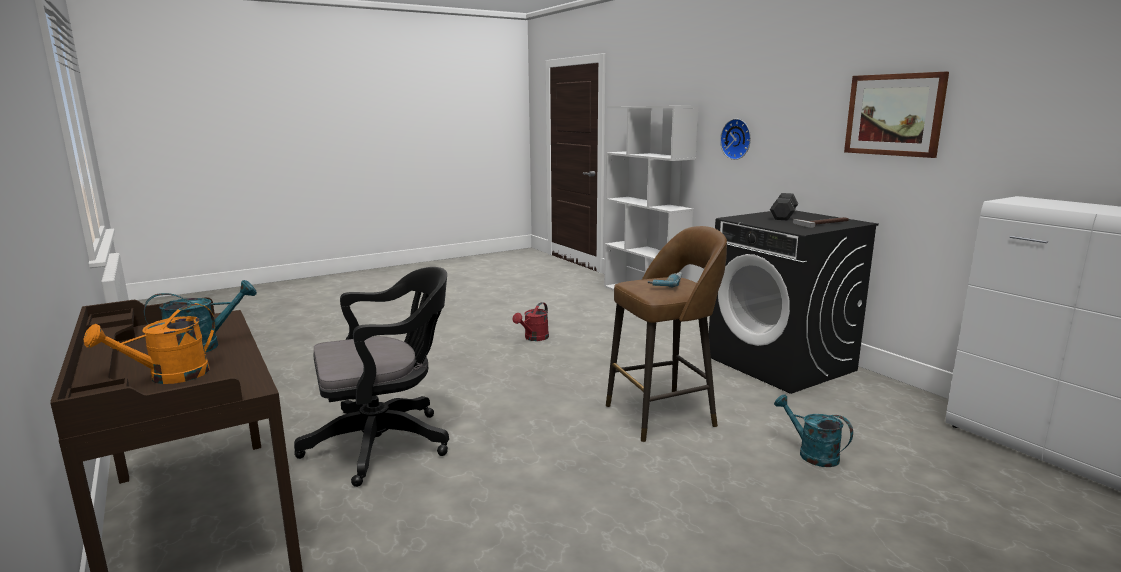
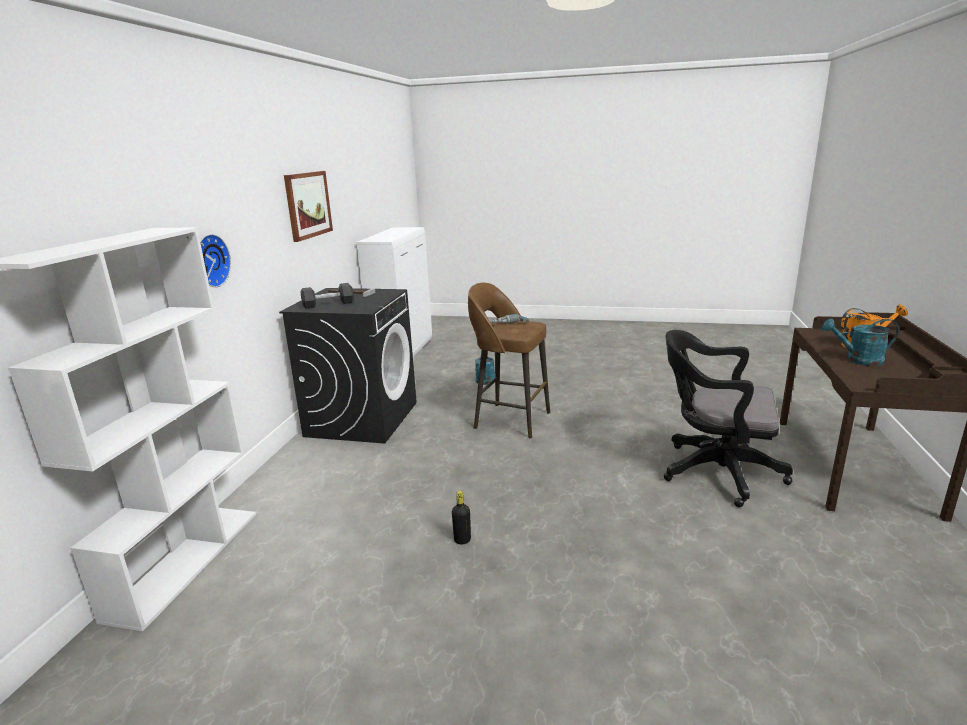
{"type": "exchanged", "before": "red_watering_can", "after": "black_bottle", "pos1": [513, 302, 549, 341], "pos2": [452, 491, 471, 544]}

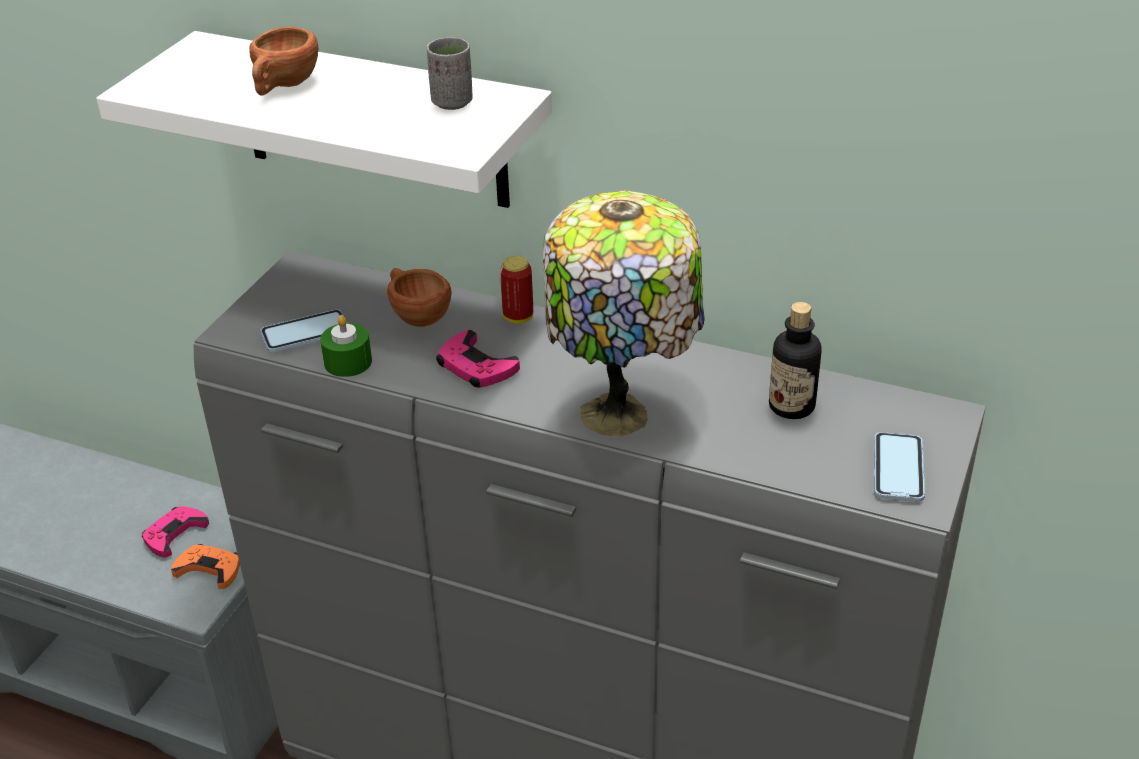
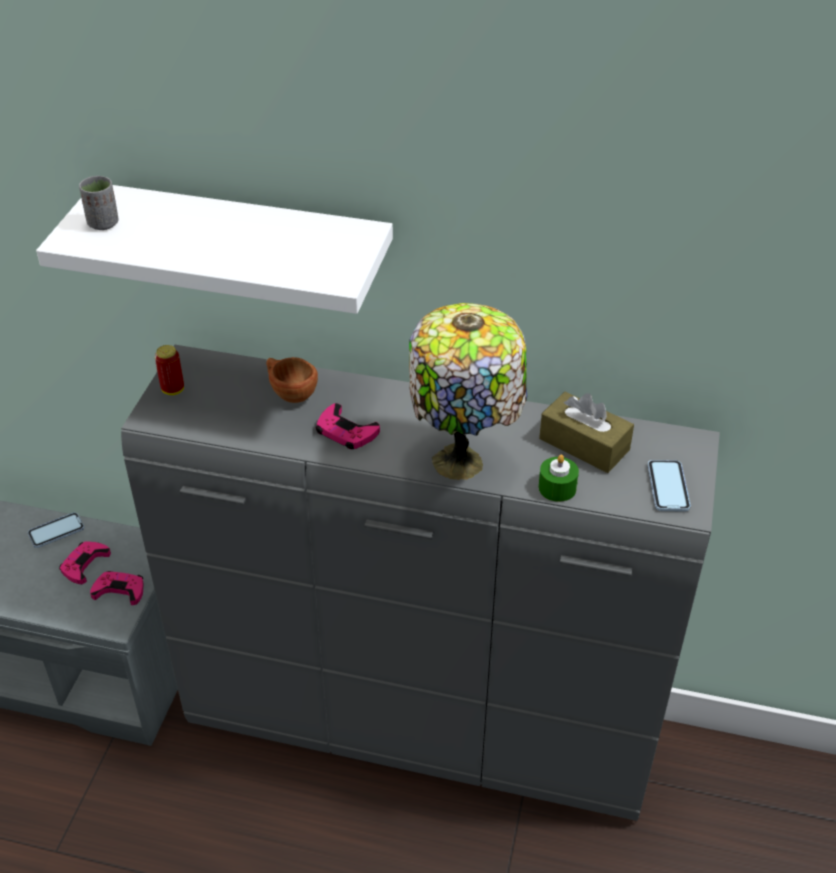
{"type": "missing", "before": "brown_cup", "pos1": [249, 27, 318, 95]}
{"type": "relocated", "before": "grey_cup", "pos1": [427, 37, 473, 110], "pos2": [79, 176, 118, 230]}
{"type": "relocated", "before": "can", "pos1": [500, 256, 533, 324], "pos2": [155, 345, 184, 395]}
{"type": "exchanged", "before": "bottle", "after": "brown_tissue_box", "pos1": [769, 302, 821, 419], "pos2": [539, 392, 634, 473]}
{"type": "relocated", "before": "phone", "pos1": [260, 309, 347, 353], "pos2": [28, 513, 84, 548]}
{"type": "relocated", "before": "green_candle", "pos1": [320, 315, 372, 377], "pos2": [538, 454, 579, 502]}
{"type": "colour", "before": "orange_game_controller", "after": "pink_game_controller", "pos1": [171, 544, 240, 589], "pos2": [90, 571, 144, 605]}

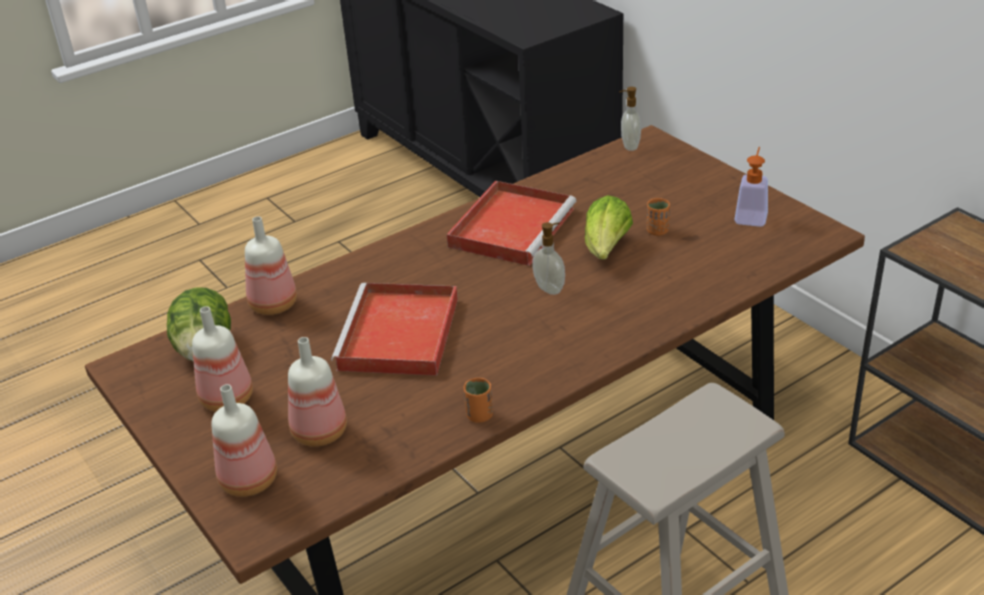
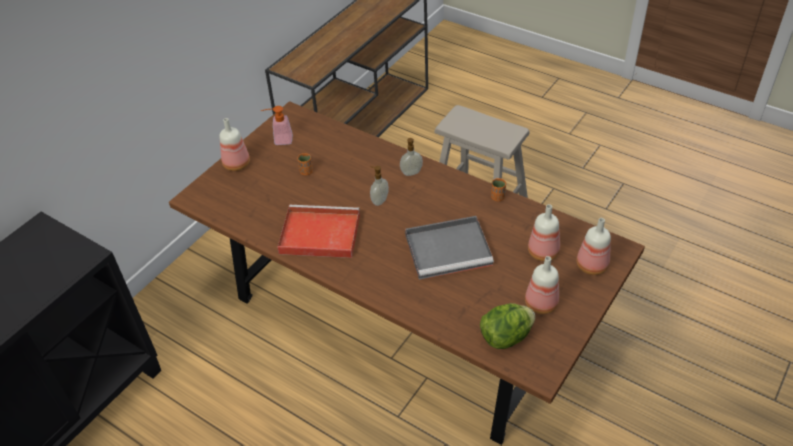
{"type": "relocated", "before": "soap_dispenser", "pos1": [619, 87, 641, 151], "pos2": [400, 138, 423, 176]}
{"type": "missing", "before": "lettuce", "pos1": [585, 195, 633, 260]}
{"type": "relocated", "before": "bottle", "pos1": [245, 216, 297, 315], "pos2": [219, 118, 250, 171]}
{"type": "colour", "before": "red_tray", "after": "grey_tray", "pos1": [331, 283, 458, 376], "pos2": [405, 216, 494, 280]}

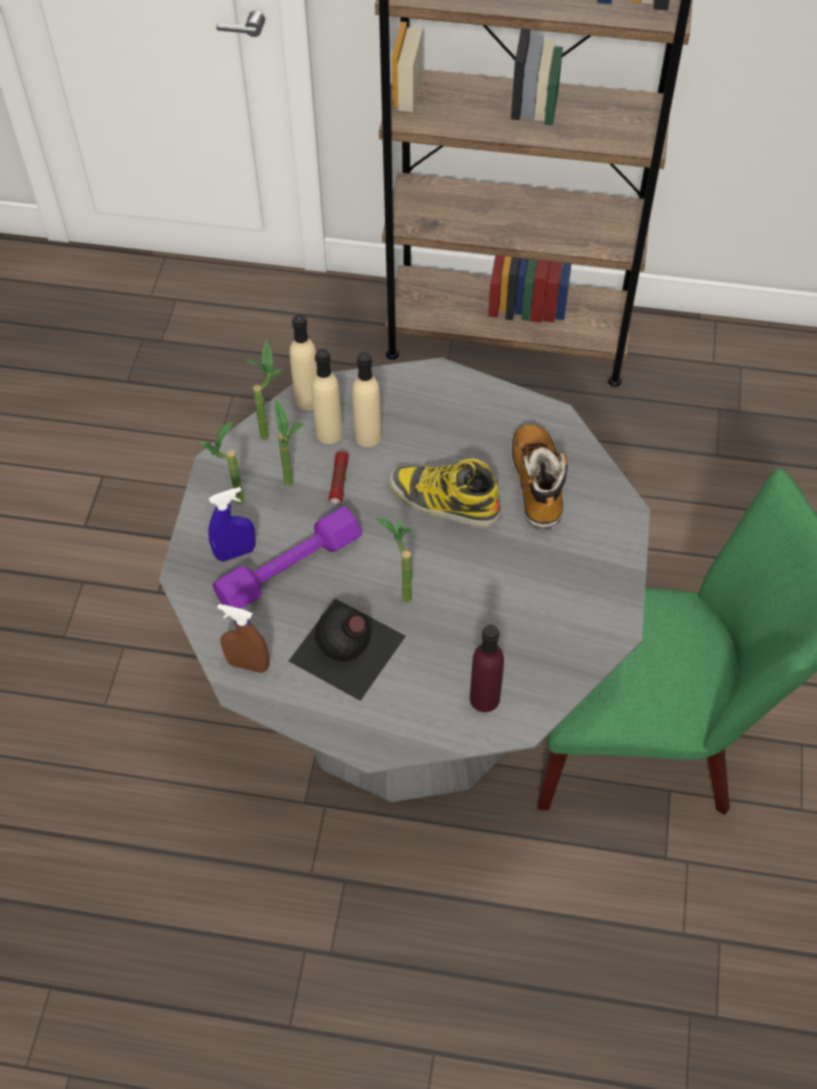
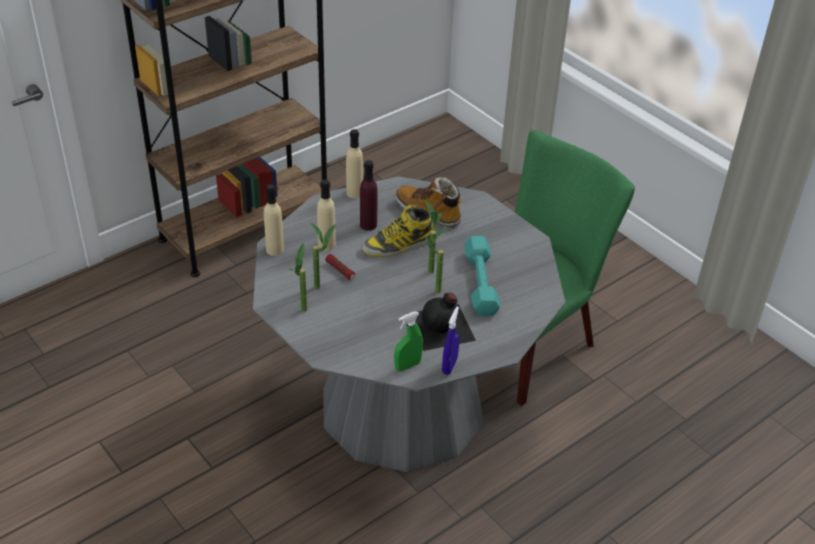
{"type": "relocated", "before": "potted_plant", "pos1": [246, 340, 283, 440], "pos2": [425, 200, 441, 273]}
{"type": "relocated", "before": "beige_bottle", "pos1": [312, 349, 343, 444], "pos2": [346, 129, 363, 198]}
{"type": "relocated", "before": "blue_spray_bottle", "pos1": [208, 487, 256, 562], "pos2": [442, 307, 459, 375]}
{"type": "missing", "before": "purple_dumbbell", "pos1": [212, 506, 362, 609]}
{"type": "colour", "before": "brown_spray_bottle", "after": "green_spray_bottle", "pos1": [217, 604, 269, 673], "pos2": [394, 311, 423, 371]}
{"type": "relocated", "before": "purple_bottle", "pos1": [470, 625, 504, 712], "pos2": [360, 160, 378, 231]}
{"type": "appeared", "after": "turquoise_dumbbell", "pos2": [464, 236, 500, 316]}

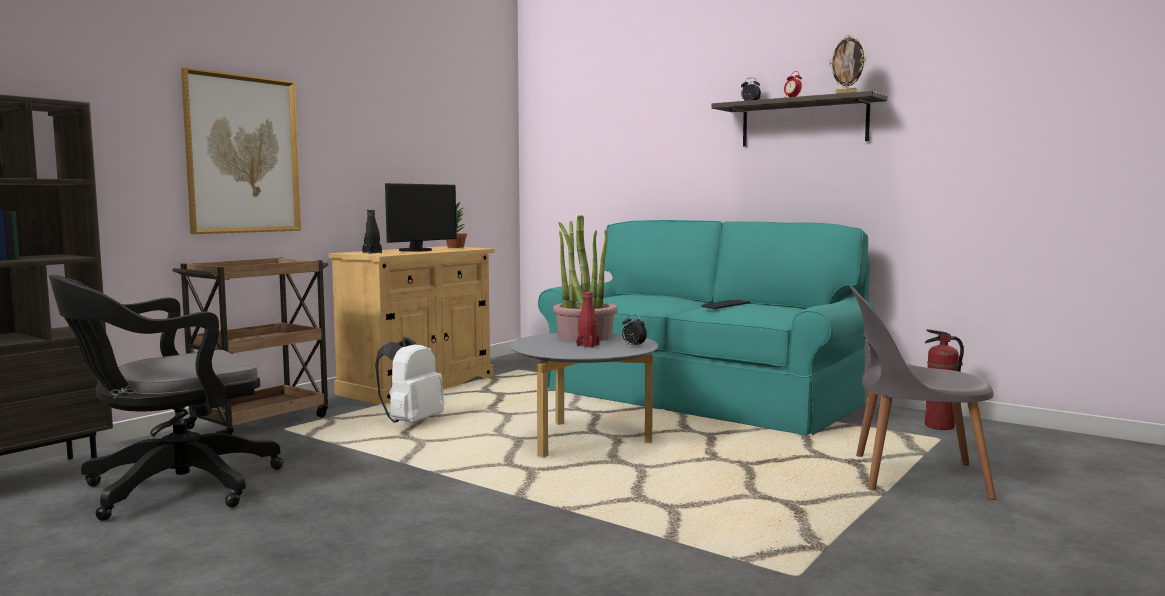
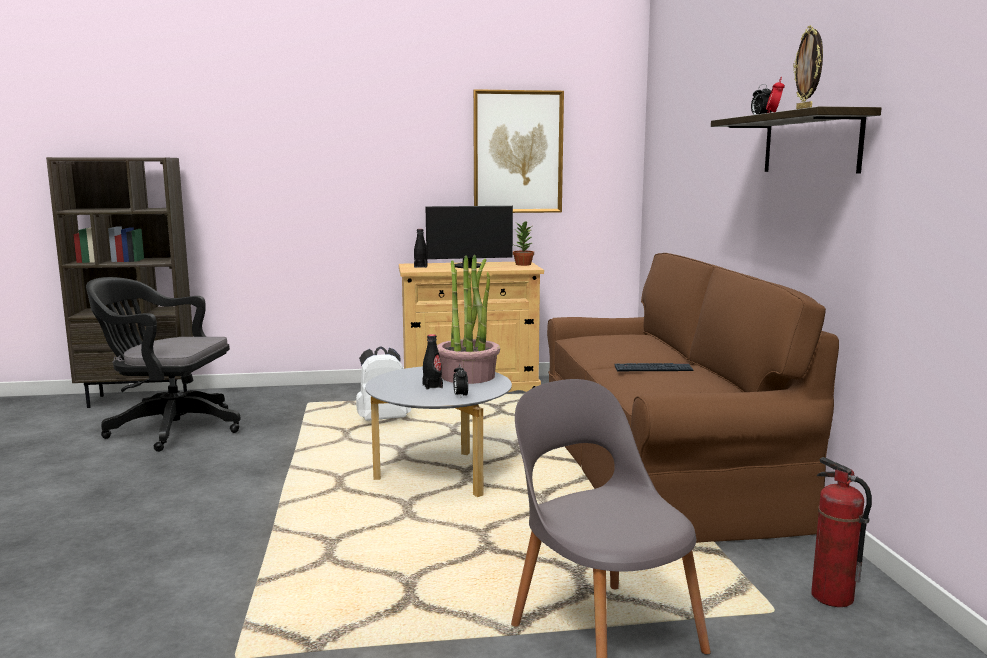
{"type": "relocated", "before": "picture", "pos1": [181, 67, 301, 234], "pos2": [473, 89, 564, 213]}
{"type": "colour", "before": "turquoise_sofa", "after": "brown_sofa", "pos1": [538, 220, 875, 435], "pos2": [547, 253, 839, 543]}
{"type": "missing", "before": "brown_cart", "pos1": [172, 257, 329, 435]}
{"type": "colour", "before": "red_bottle", "after": "black_bottle", "pos1": [576, 292, 600, 348], "pos2": [422, 334, 443, 390]}

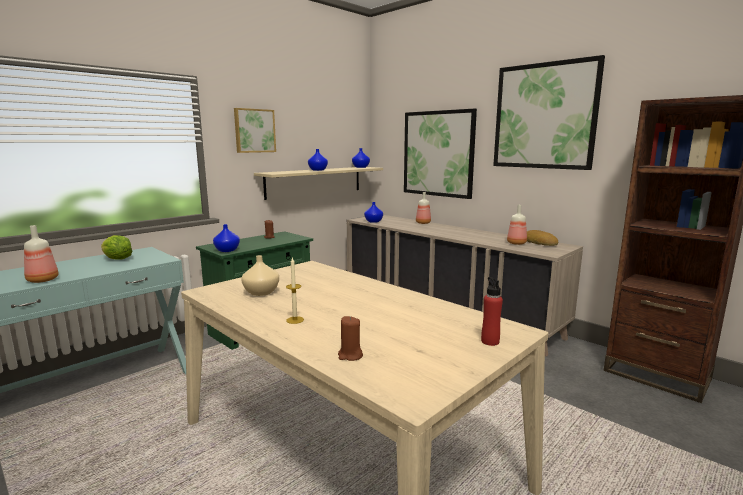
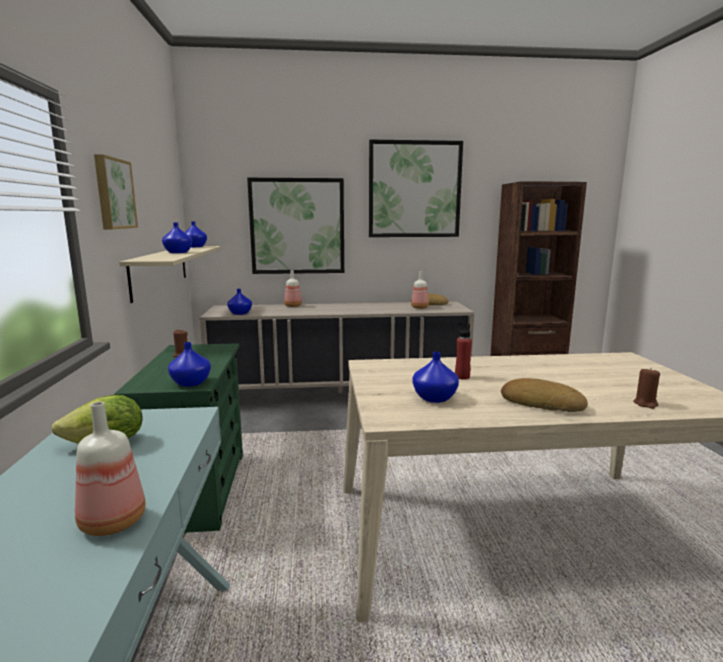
{"type": "colour", "before": "beige_vase", "after": "blue_vase", "pos1": [241, 255, 279, 296], "pos2": [413, 352, 459, 403]}
{"type": "exchanged", "before": "candle", "after": "bread", "pos1": [286, 258, 304, 324], "pos2": [501, 378, 588, 412]}
{"type": "relocated", "before": "red_bottle", "pos1": [481, 277, 503, 346], "pos2": [455, 323, 472, 379]}

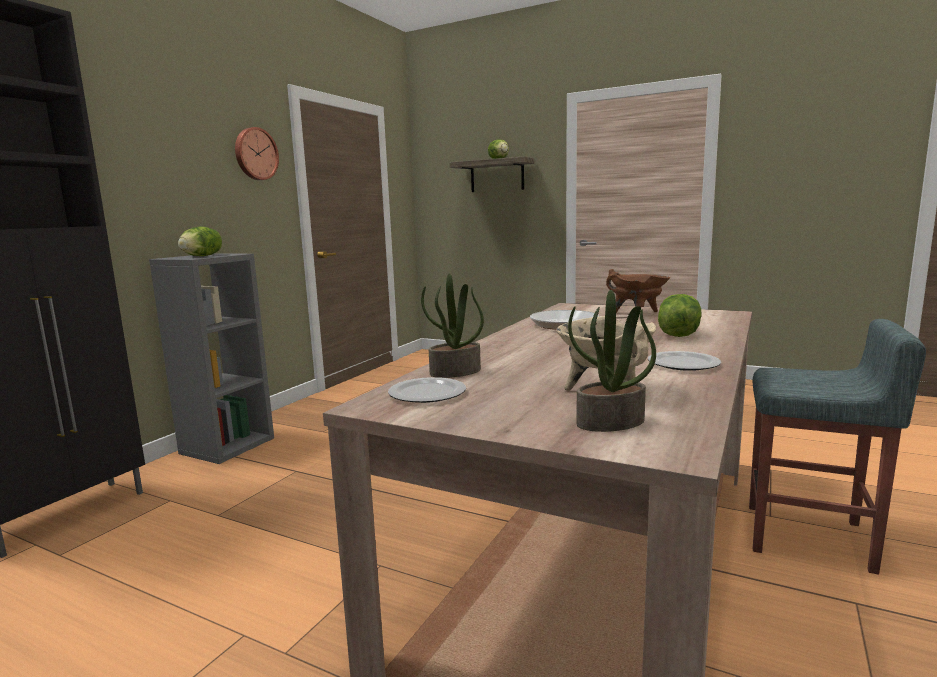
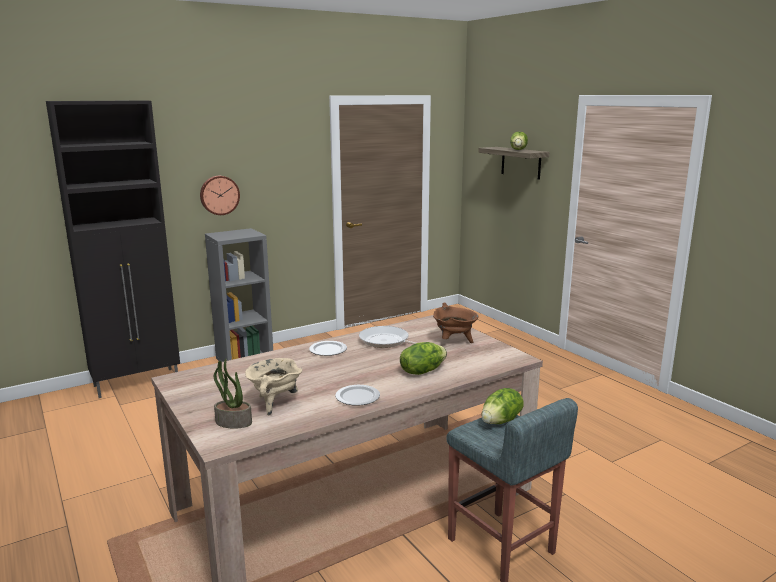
{"type": "relocated", "before": "wall_clock", "pos1": [235, 127, 279, 180], "pos2": [200, 176, 240, 215]}
{"type": "relocated", "before": "lettuce", "pos1": [178, 226, 222, 256], "pos2": [482, 388, 524, 424]}
{"type": "missing", "before": "potted_plant", "pos1": [421, 273, 484, 378]}
{"type": "relocated", "before": "plate", "pos1": [388, 377, 466, 403], "pos2": [309, 341, 347, 356]}

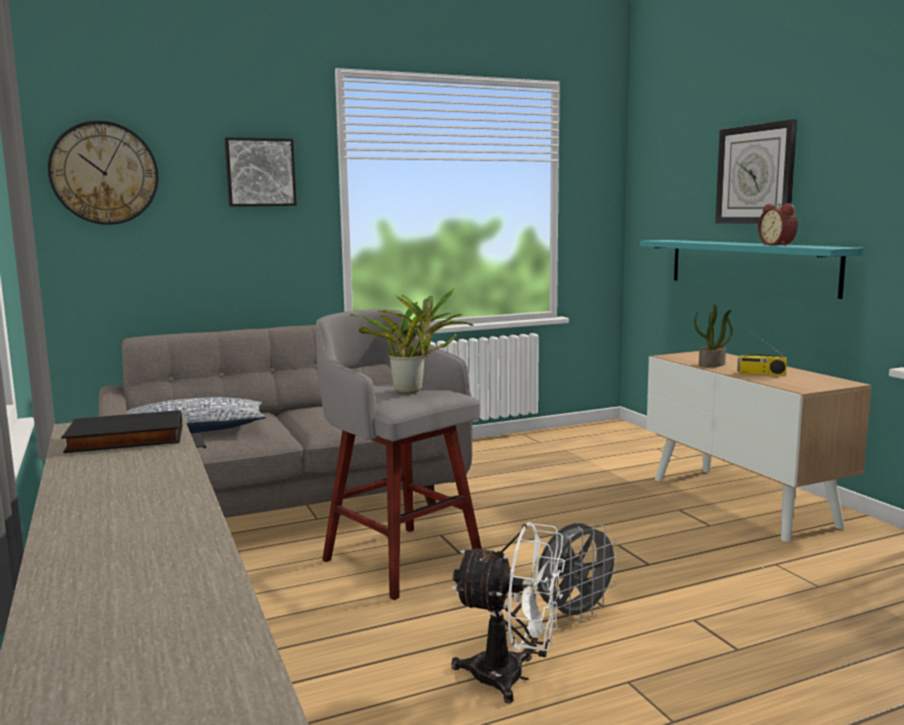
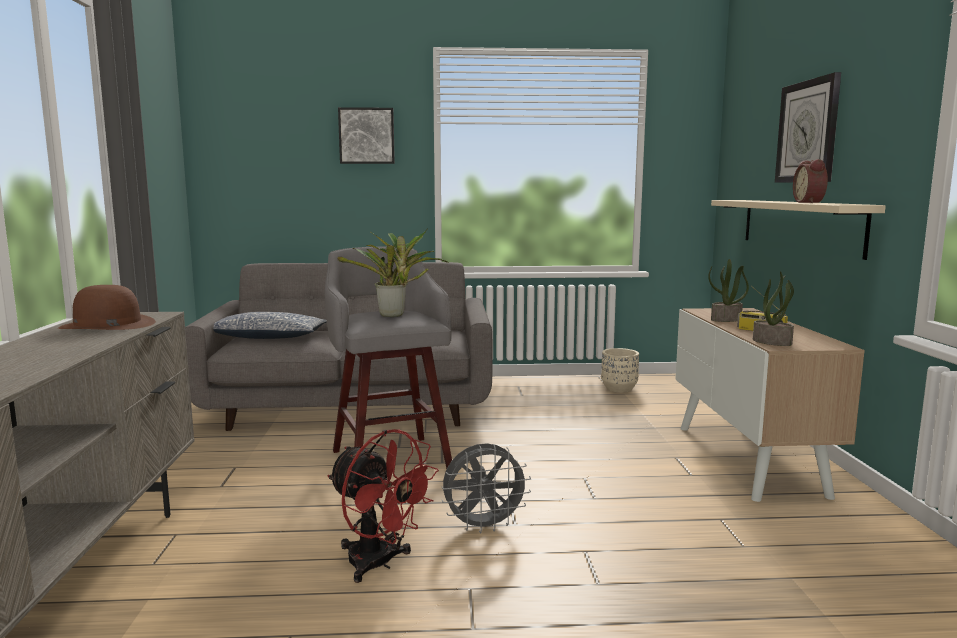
{"type": "missing", "before": "wall_clock", "pos1": [48, 121, 159, 225]}
{"type": "colour", "before": "turquoise_shelf", "after": "beige_shelf", "pos1": [640, 240, 863, 299], "pos2": [711, 200, 886, 260]}
{"type": "exchanged", "before": "black_book", "after": "brown_hat", "pos1": [62, 410, 182, 453], "pos2": [58, 285, 156, 330]}
{"type": "colour", "before": "white_fan", "after": "red_fan", "pos1": [451, 522, 565, 703], "pos2": [328, 429, 439, 583]}
{"type": "appeared", "after": "potted_plant", "pos2": [753, 271, 794, 346]}
{"type": "appeared", "after": "beige_planter", "pos2": [601, 348, 639, 393]}

